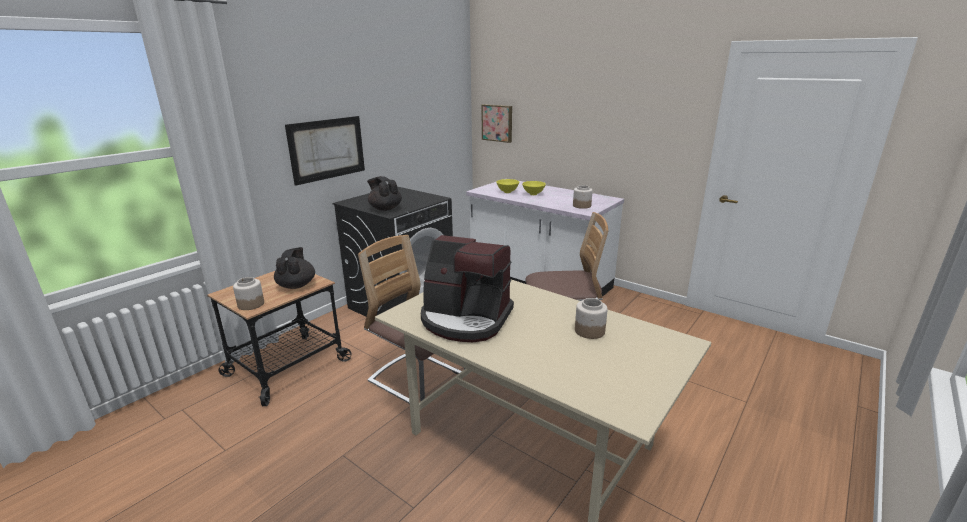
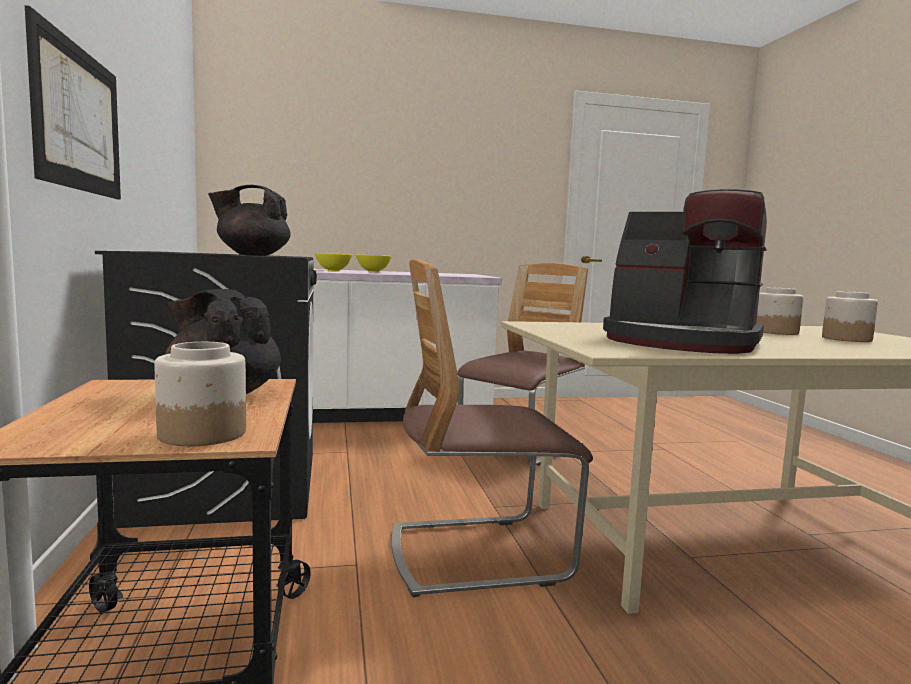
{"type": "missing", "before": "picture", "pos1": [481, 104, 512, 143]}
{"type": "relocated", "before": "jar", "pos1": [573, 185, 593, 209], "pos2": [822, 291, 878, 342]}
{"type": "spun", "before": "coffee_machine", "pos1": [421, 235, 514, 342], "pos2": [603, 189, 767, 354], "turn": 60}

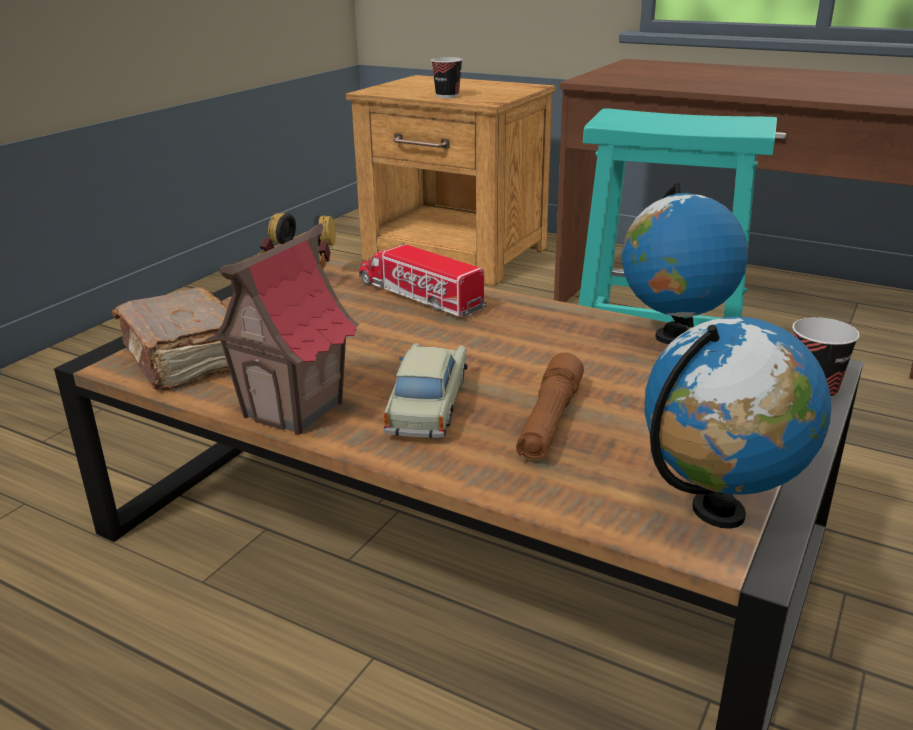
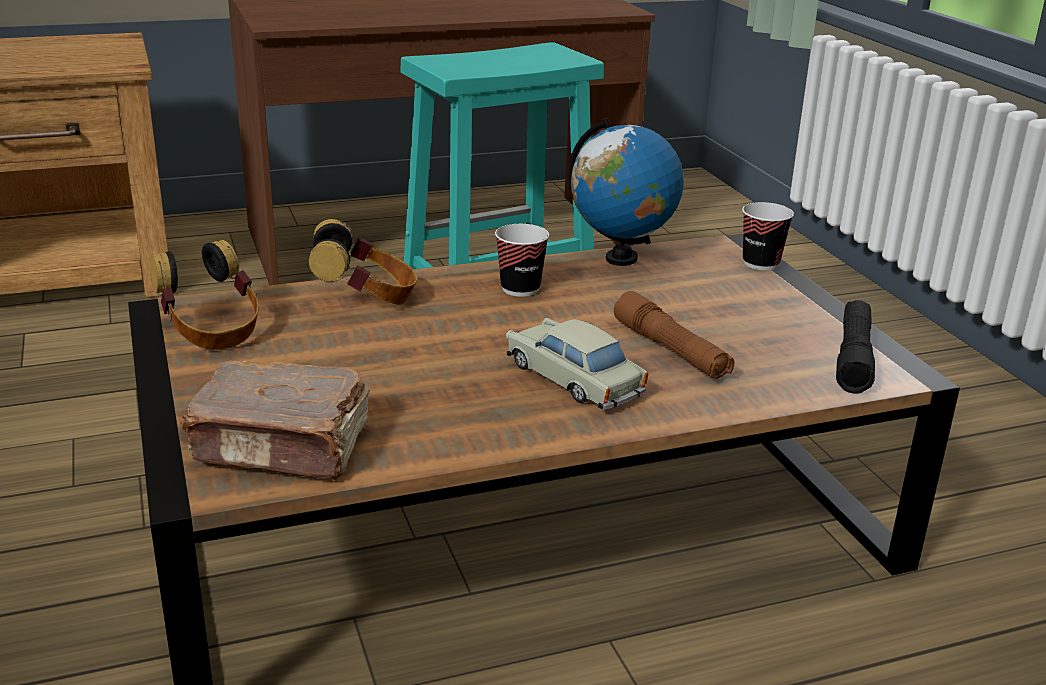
{"type": "relocated", "before": "cup", "pos1": [431, 57, 463, 98], "pos2": [495, 224, 549, 297]}
{"type": "missing", "before": "toy_house", "pos1": [207, 223, 360, 435]}
{"type": "exchanged", "before": "toy_truck", "after": "headphones", "pos1": [359, 243, 486, 317], "pos2": [309, 219, 417, 305]}
{"type": "exchanged", "before": "globe", "after": "black_flashlight", "pos1": [644, 317, 831, 529], "pos2": [836, 300, 875, 394]}

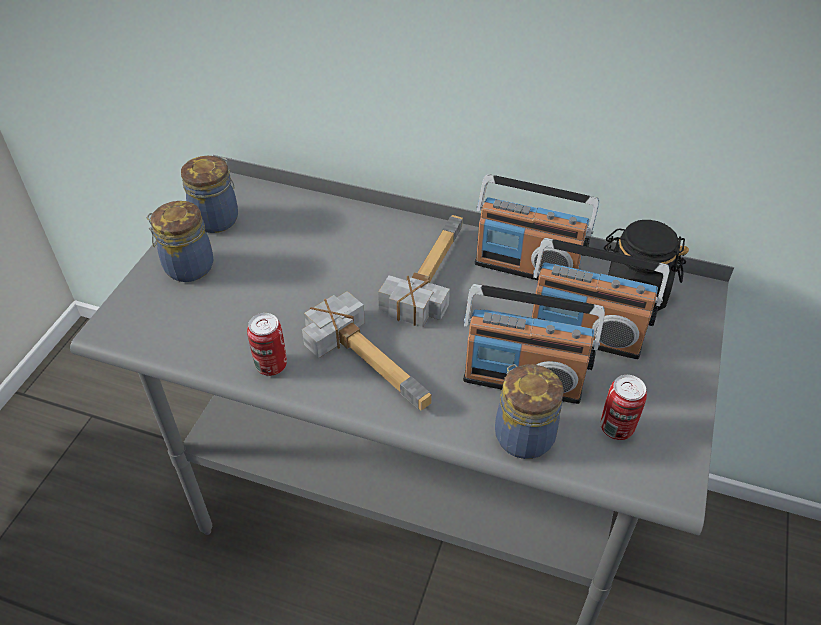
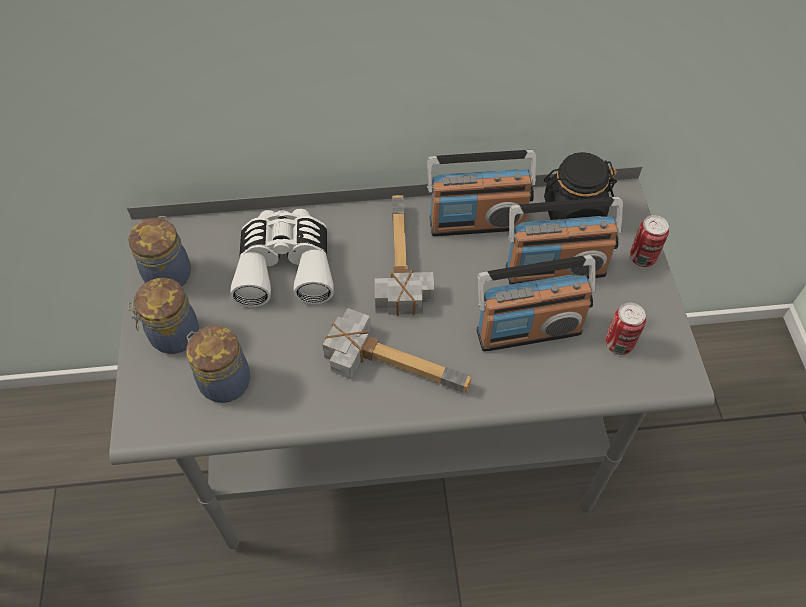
{"type": "relocated", "before": "can", "pos1": [247, 313, 287, 376], "pos2": [630, 215, 669, 267]}
{"type": "relocated", "before": "jar", "pos1": [495, 364, 564, 459], "pos2": [186, 325, 250, 403]}
{"type": "appeared", "after": "white_binoculars", "pos2": [230, 209, 333, 307]}

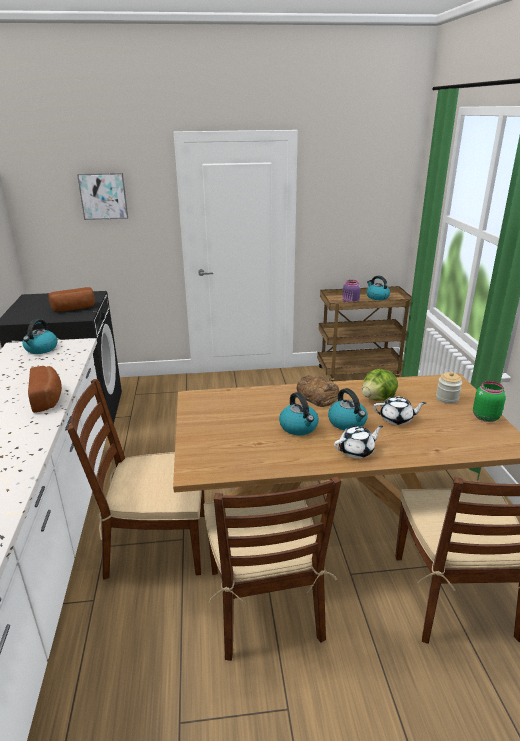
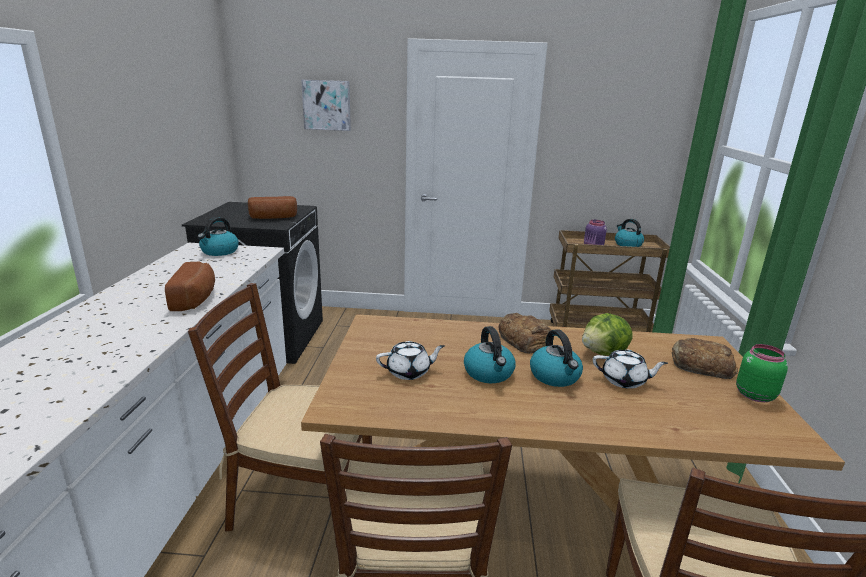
{"type": "exchanged", "before": "jar", "after": "bread", "pos1": [436, 372, 462, 404], "pos2": [672, 338, 738, 379]}
{"type": "relocated", "before": "white_teapot", "pos1": [334, 426, 383, 458], "pos2": [376, 341, 445, 380]}

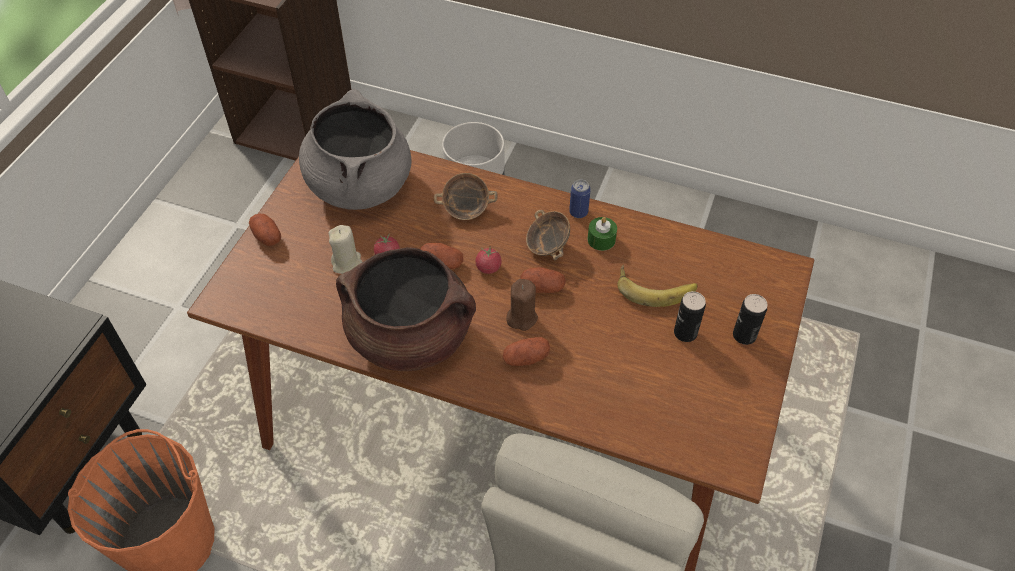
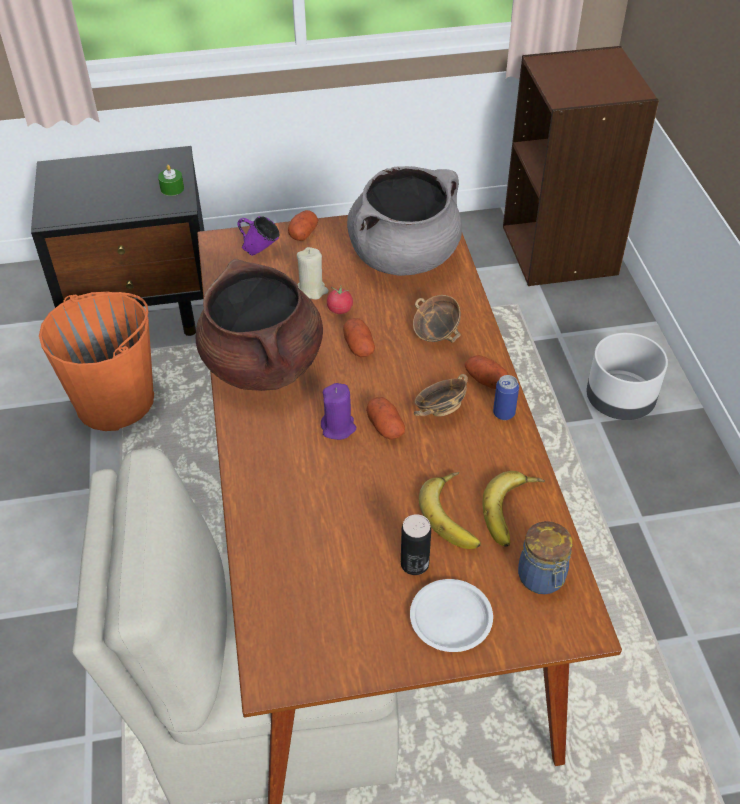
{"type": "relocated", "before": "green_candle", "pos1": [588, 217, 617, 251], "pos2": [158, 165, 184, 196]}
{"type": "missing", "before": "tomato", "pos1": [475, 247, 502, 274]}
{"type": "colour", "before": "brown_candle", "after": "purple_candle", "pos1": [506, 279, 538, 331], "pos2": [321, 383, 356, 440]}
{"type": "exchanged", "before": "can", "after": "white_plate", "pos1": [733, 294, 768, 345], "pos2": [410, 579, 493, 652]}
{"type": "relocated", "before": "potato", "pos1": [503, 337, 550, 366], "pos2": [465, 355, 508, 389]}
{"type": "appeared", "after": "purple_mug", "pos2": [237, 216, 279, 256]}
{"type": "appeared", "after": "banana", "pos2": [482, 471, 545, 547]}
{"type": "appeared", "after": "jar", "pos2": [518, 521, 572, 594]}

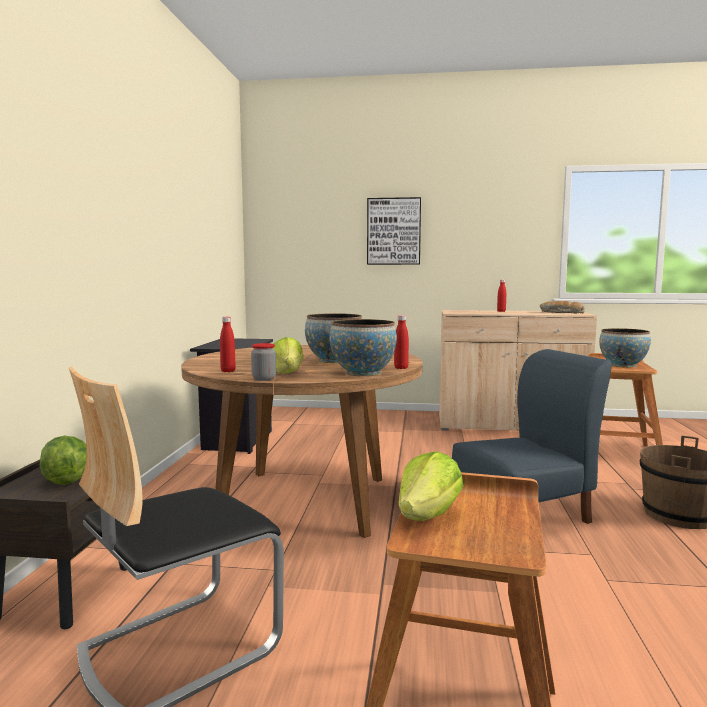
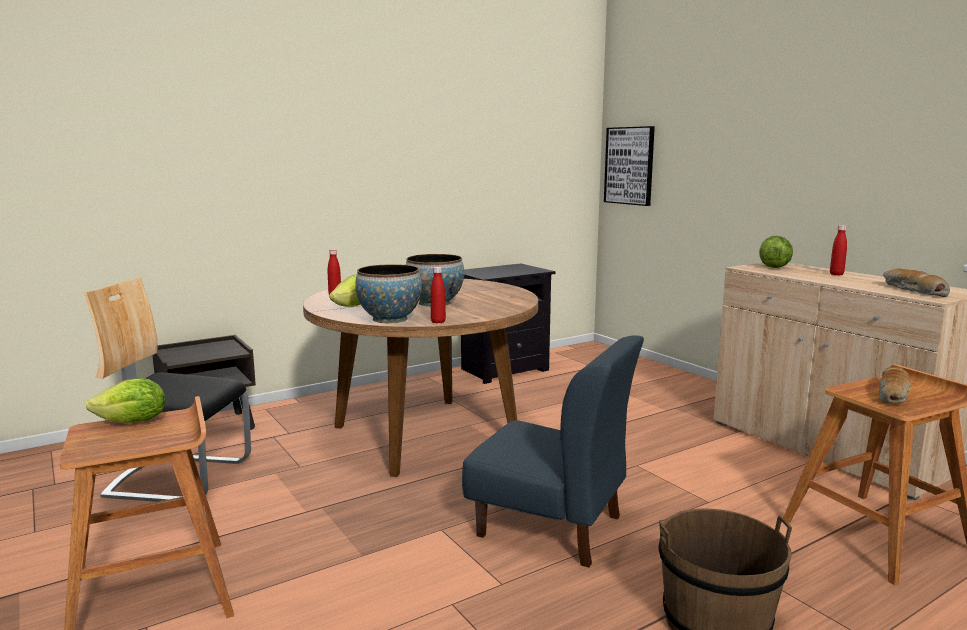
{"type": "relocated", "before": "picture", "pos1": [367, 197, 421, 265], "pos2": [604, 126, 655, 206]}
{"type": "exchanged", "before": "bowl", "after": "bread", "pos1": [599, 328, 651, 368], "pos2": [878, 366, 912, 404]}
{"type": "missing", "before": "jar", "pos1": [251, 343, 276, 381]}
{"type": "relocated", "before": "lettuce", "pos1": [40, 436, 87, 485], "pos2": [759, 236, 793, 268]}

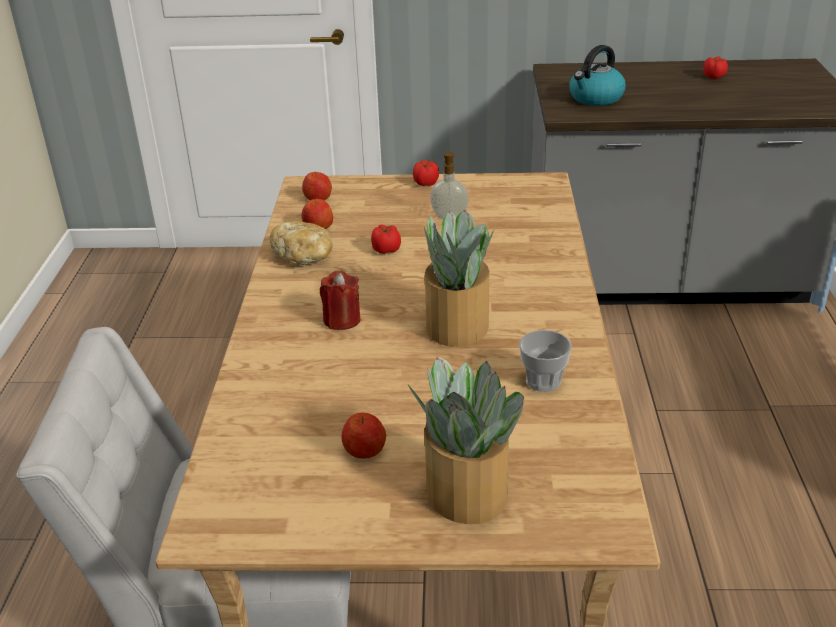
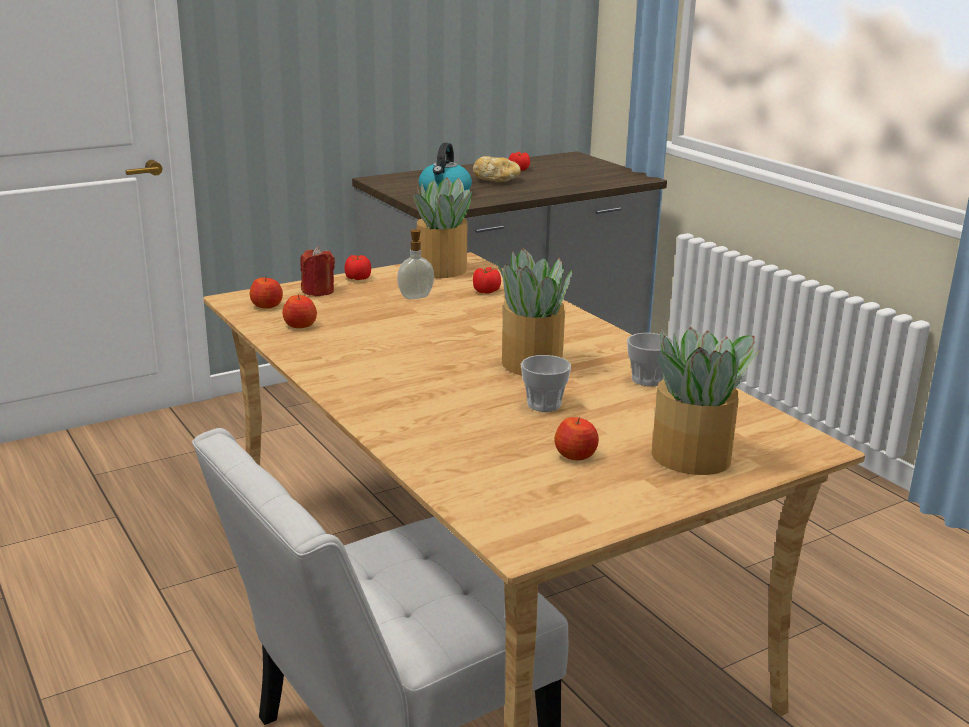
{"type": "relocated", "before": "bread", "pos1": [270, 221, 333, 265], "pos2": [473, 156, 521, 182]}
{"type": "relocated", "before": "tomato", "pos1": [371, 225, 401, 254], "pos2": [473, 267, 501, 294]}
{"type": "relocated", "before": "red_candle", "pos1": [320, 271, 360, 330], "pos2": [300, 246, 335, 296]}
{"type": "appeared", "after": "potted_plant", "pos2": [413, 177, 472, 278]}
{"type": "appeared", "after": "cup", "pos2": [521, 355, 571, 412]}

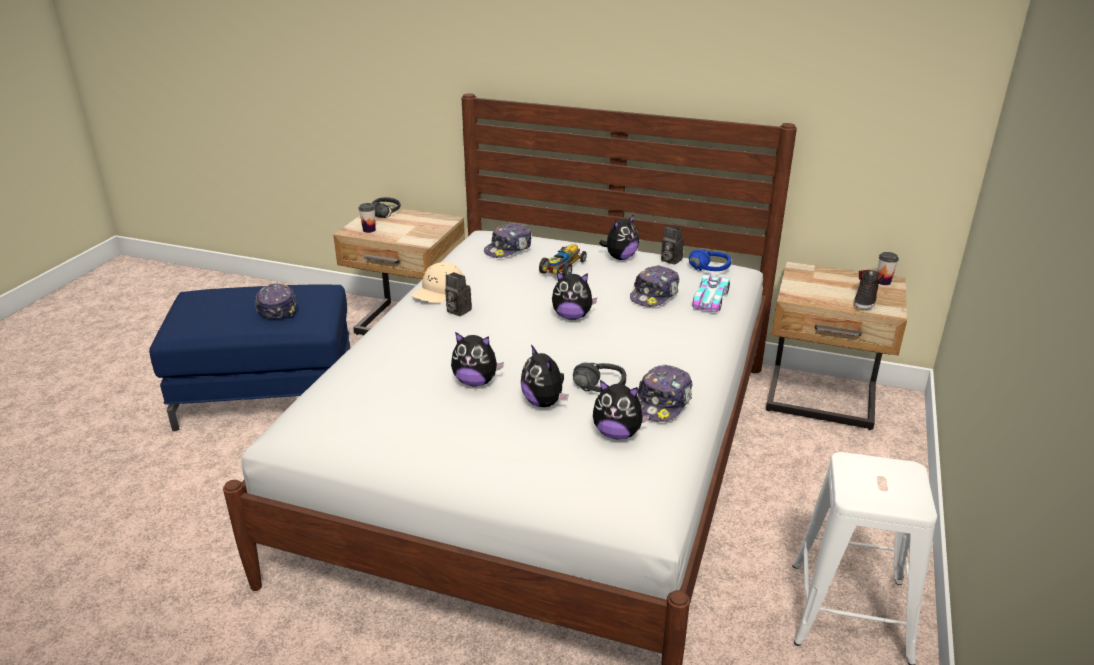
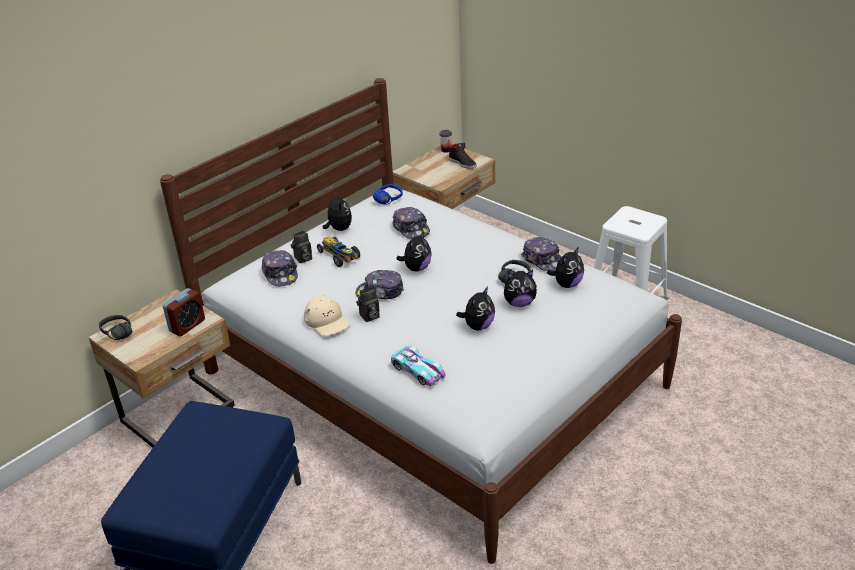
{"type": "missing", "before": "cup", "pos1": [358, 203, 376, 233]}
{"type": "relocated", "before": "photo_camera", "pos1": [661, 225, 684, 265], "pos2": [291, 231, 312, 263]}
{"type": "relocated", "before": "toy_car", "pos1": [692, 274, 730, 312], "pos2": [391, 346, 445, 386]}
{"type": "relocated", "before": "cap", "pos1": [254, 284, 296, 319], "pos2": [356, 270, 404, 299]}
{"type": "appeared", "after": "alarm_clock", "pos2": [163, 288, 205, 336]}

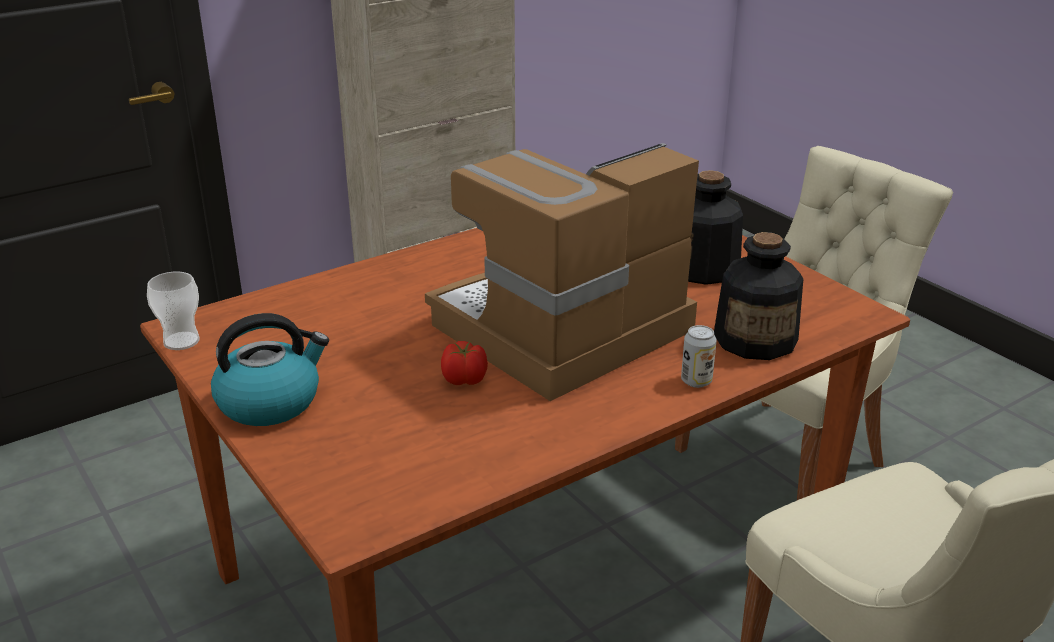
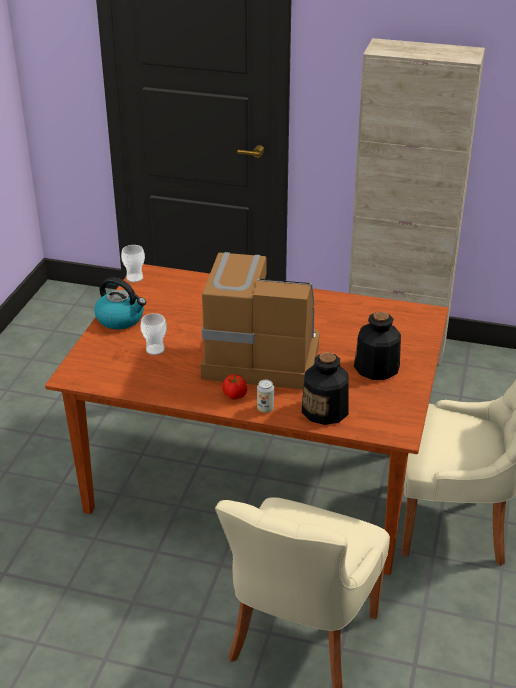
{"type": "relocated", "before": "tomato", "pos1": [441, 341, 488, 385], "pos2": [222, 374, 247, 400]}
{"type": "appeared", "after": "cup", "pos2": [140, 313, 167, 355]}

